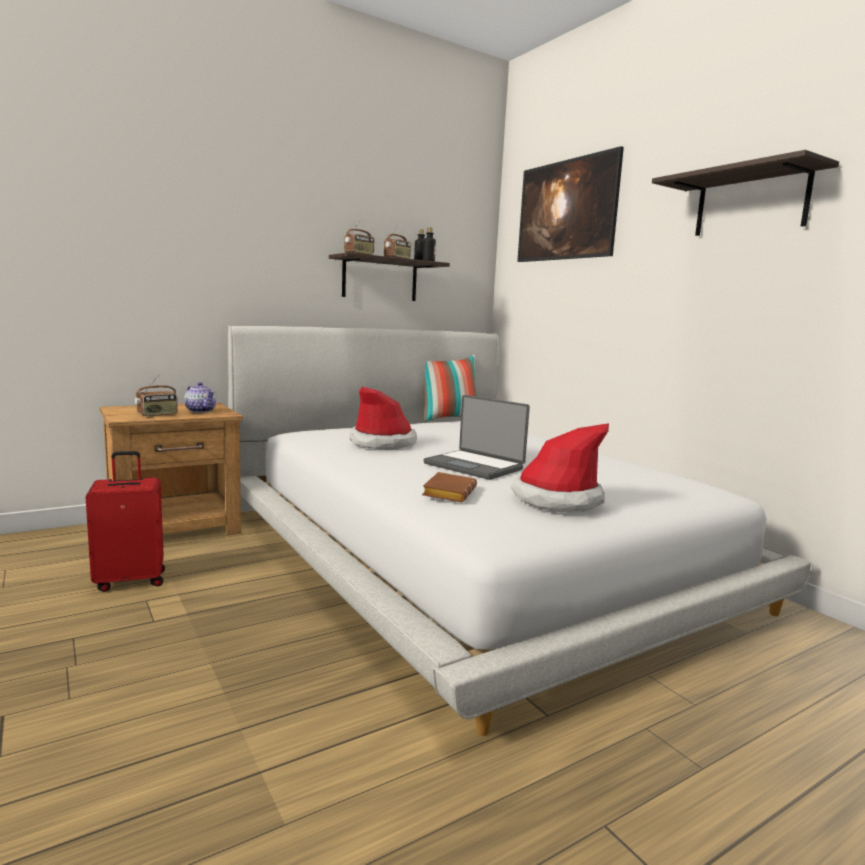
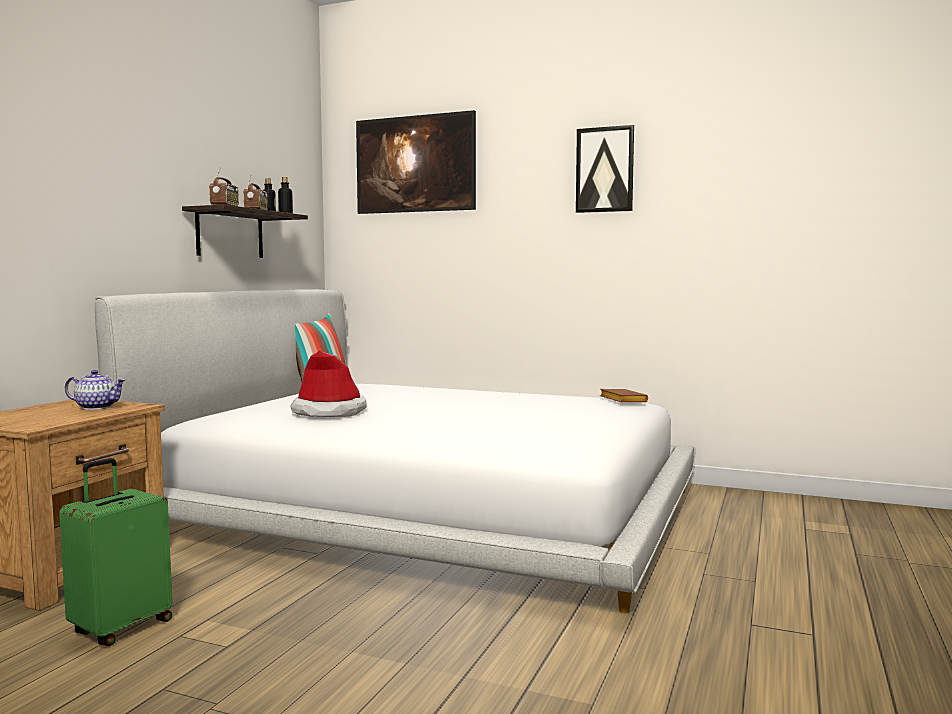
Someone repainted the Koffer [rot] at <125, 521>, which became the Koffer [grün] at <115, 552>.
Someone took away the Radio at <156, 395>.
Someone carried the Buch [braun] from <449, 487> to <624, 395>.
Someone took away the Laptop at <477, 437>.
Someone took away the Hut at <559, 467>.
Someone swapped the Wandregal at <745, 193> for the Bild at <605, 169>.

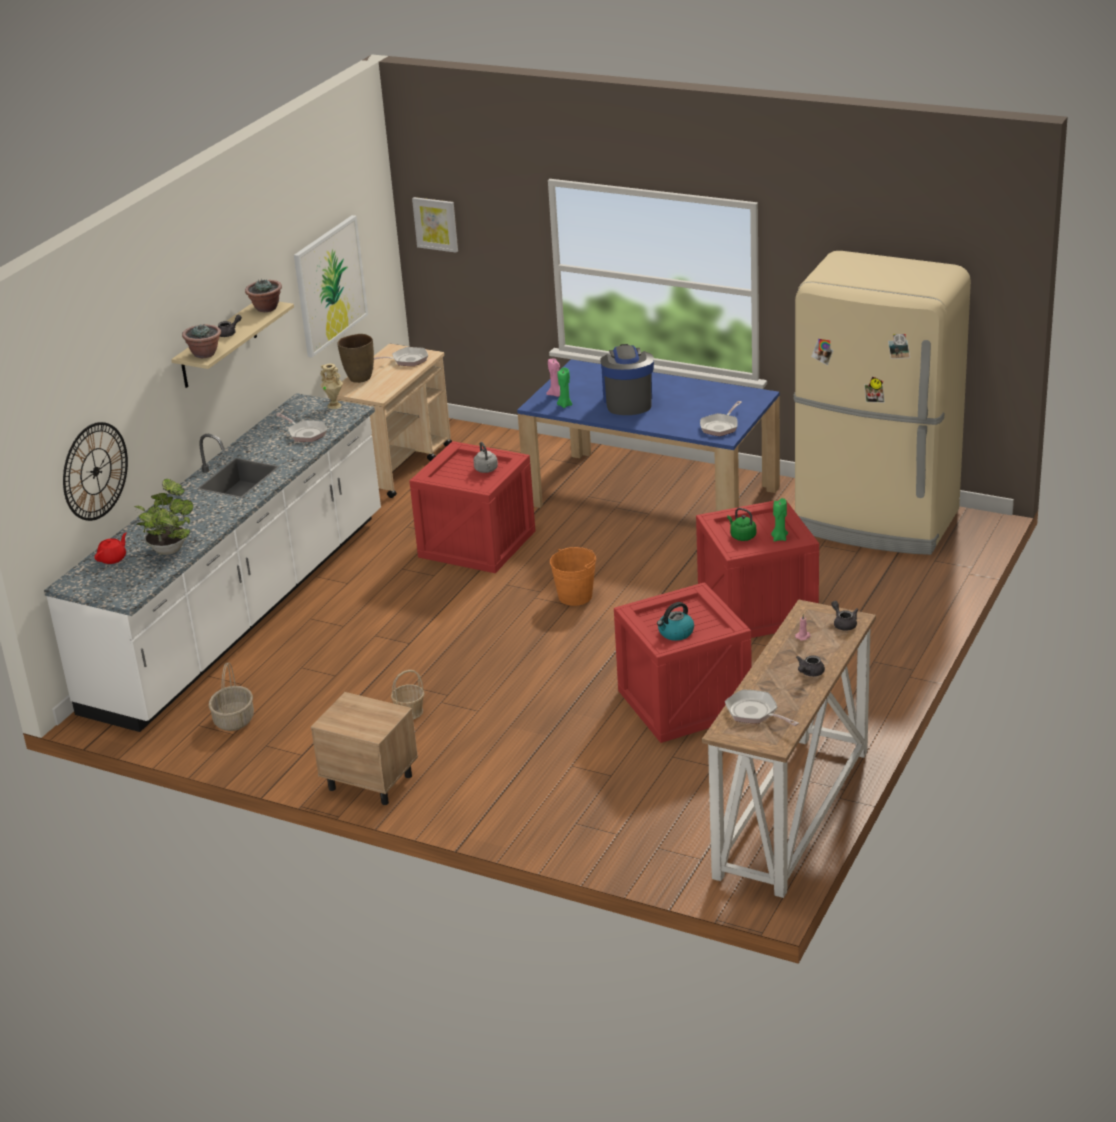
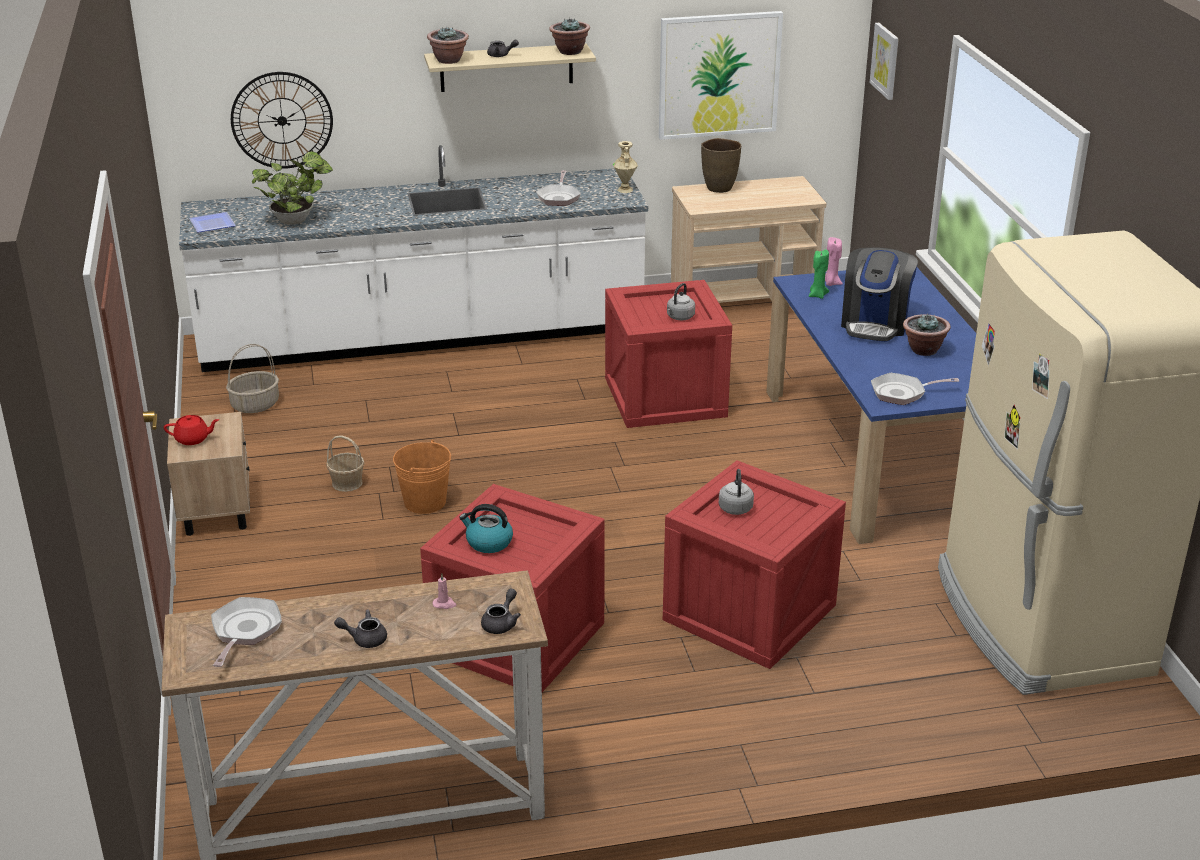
Someone carried the Teekanne [rot] from <110, 548> to <191, 430>.
Someone took away the Pfanne at <401, 356>.
Someone carried the Eimer [orange] from <573, 576> to <422, 477>.
Someone rotated the Kaffeemaschine at <627, 379> by 150 degrees clockwise.
Someone repainted the Wasserkessel [grün] at <741, 524>, which became the Wasserkessel [grau] at <736, 492>.
Someone took away the Kerze [grün] at <779, 520>.
Someone put down the Teller at <212, 222>.
Someone put down the Topfpflanze at <927, 334>.

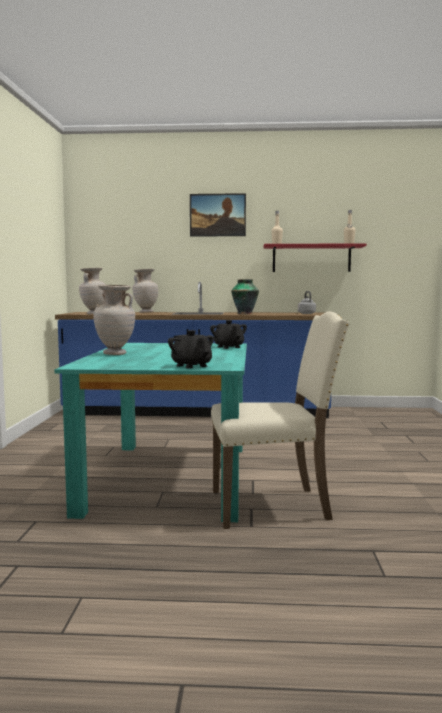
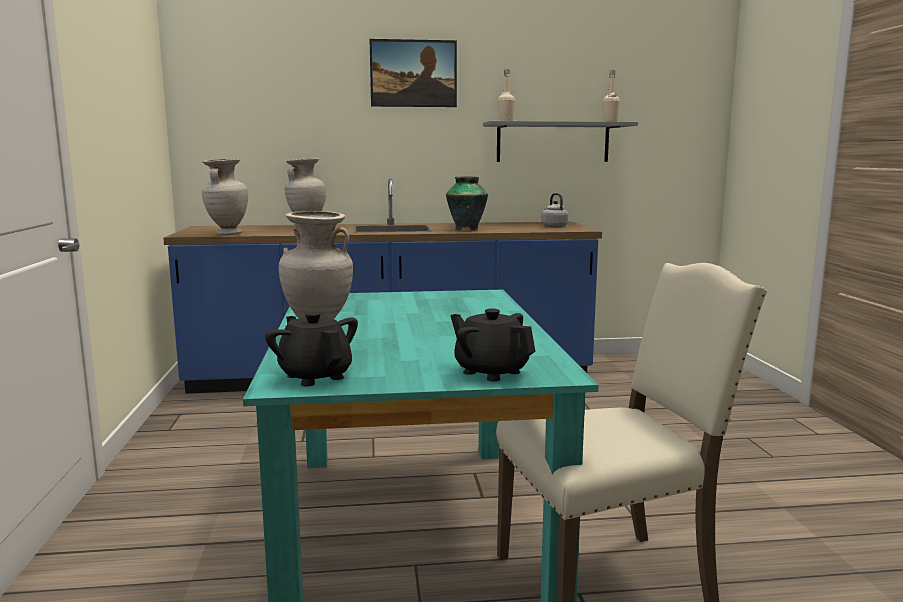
Someone carried the Teekanne [schwarz] from <228, 334> to <311, 349>.
Someone repainted the Wandregal [rot] at <314, 257>, which became the Wandregal [grau] at <560, 141>.

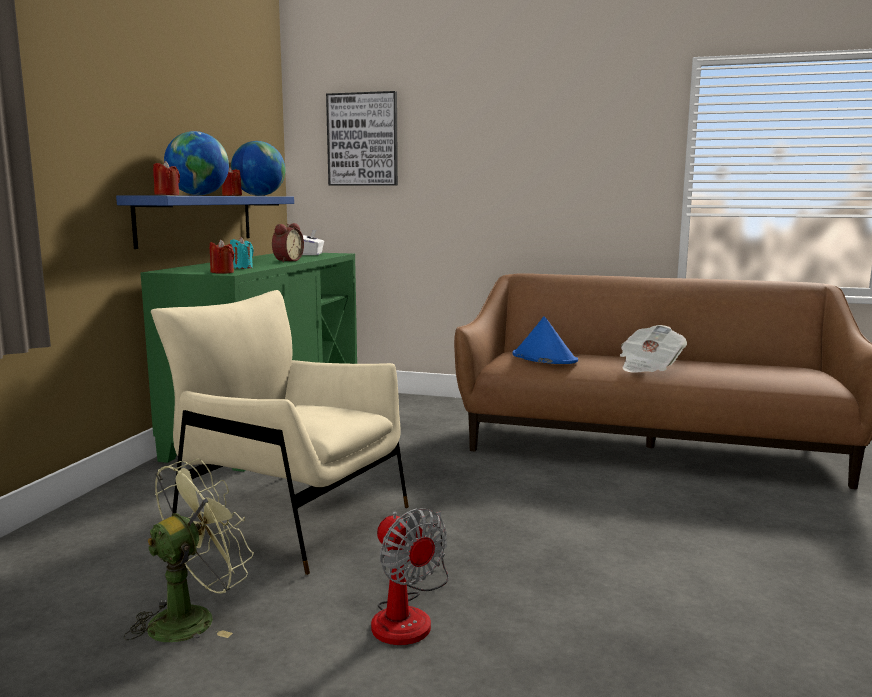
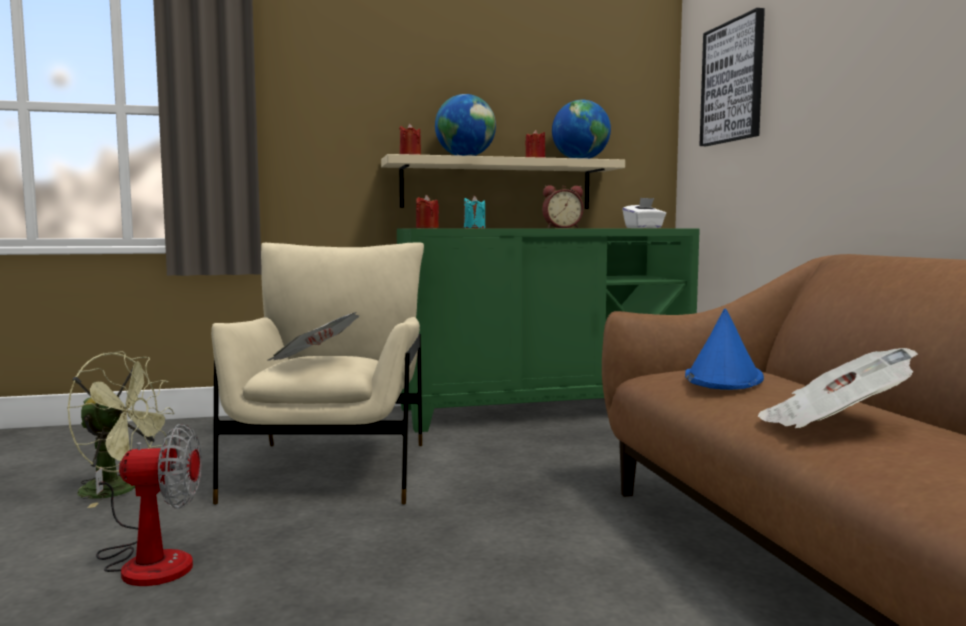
Someone repainted the Wandregal [blau] at <205, 222>, which became the Wandregal [beige] at <503, 181>.
Someone rotated the Ventilator at <410, 577> by 120 degrees counterclockwise.
Someone put down the Zeitung at <313, 336>.

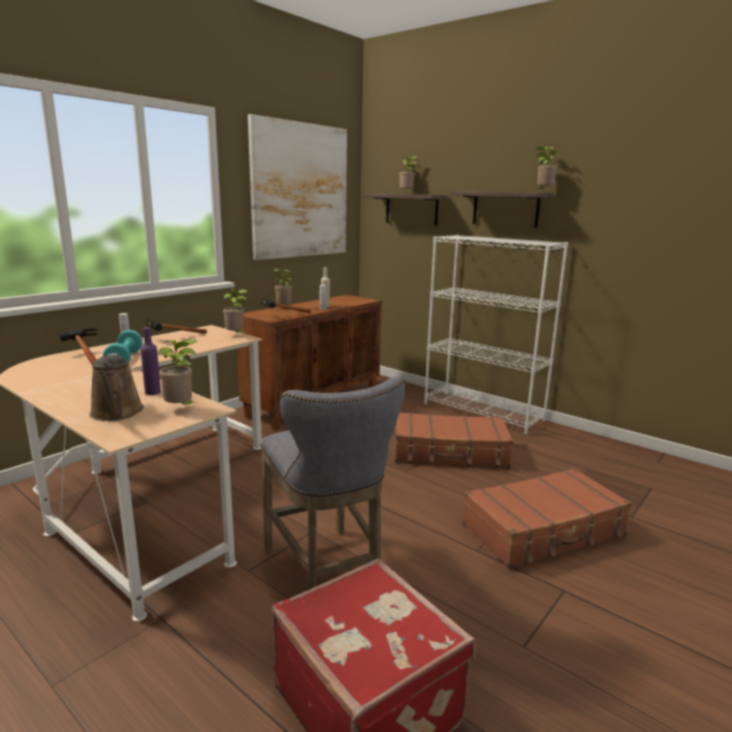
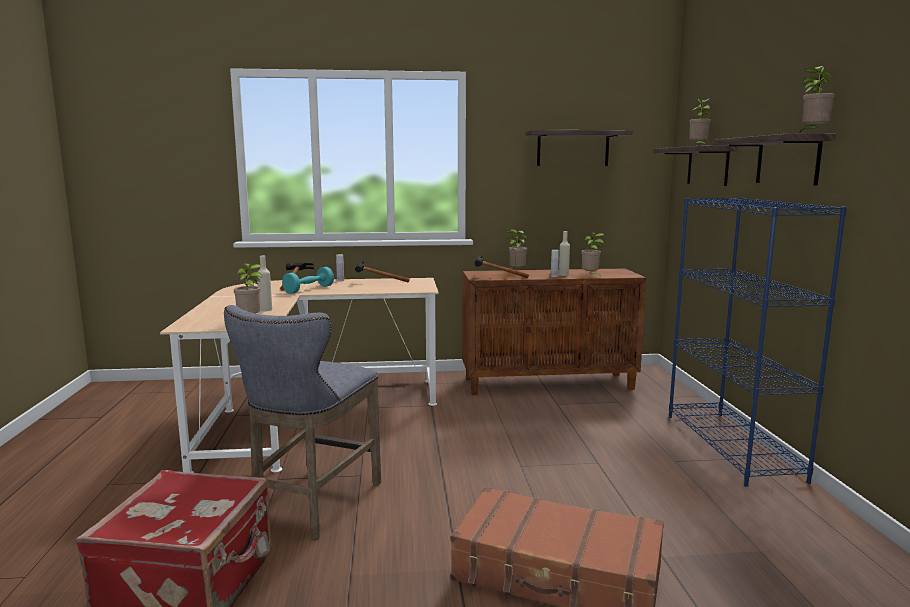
Someone took away the Gießkanne [braun] at <116, 387>.
Someone repainted the Flasche [lila] at <150, 361>, which became the Flasche [beige] at <264, 283>.
Someone carried the Topfpflanze from <235, 311> to <592, 253>.
Someone swapped the Bild at <297, 187> for the Wandregal at <579, 148>.
Someone took away the Koffer [braun] at <454, 440>.
Someone repainted the Bücherregal [weiß] at <496, 335>, which became the Bücherregal [blau] at <758, 342>.

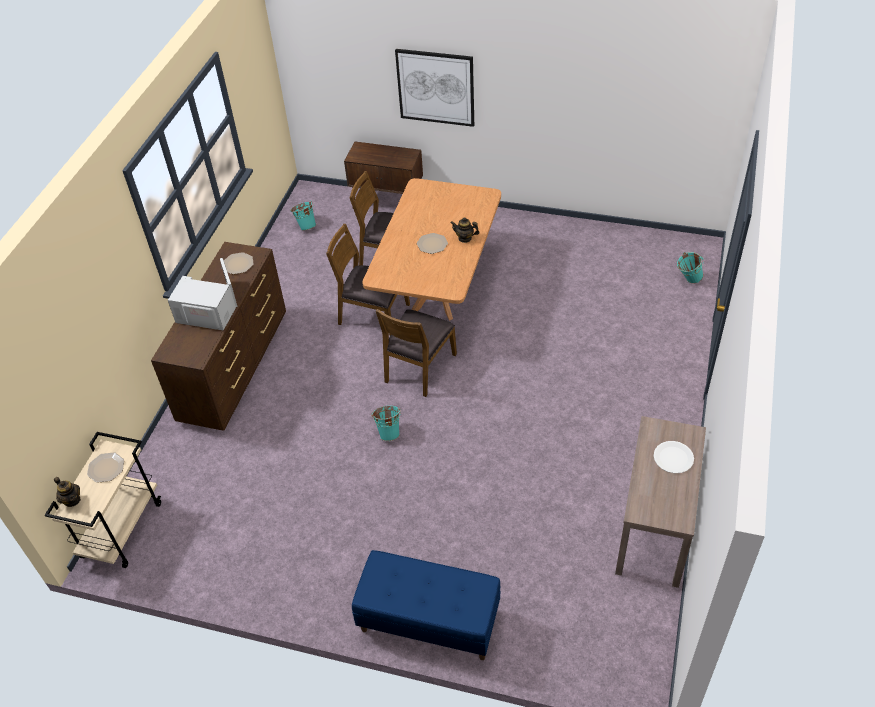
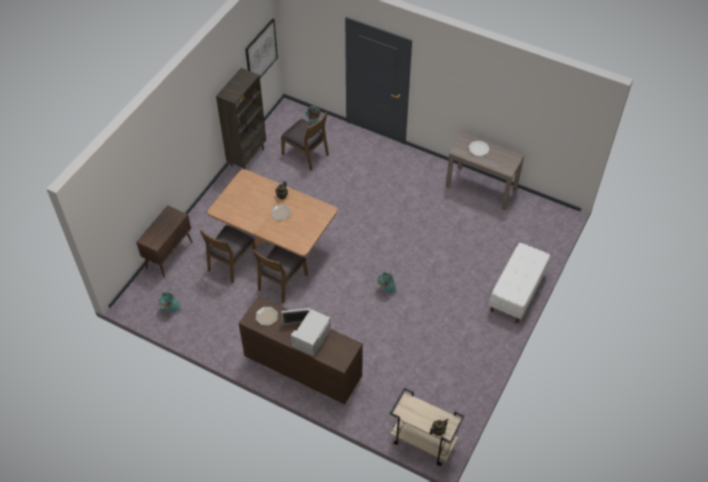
Someone took away the Teller at <105, 467>.
Someone repainted the Bank [blau] at <426, 605>, which became the Bank [weiß] at <519, 283>.
Someone carried the Stuhl [braun] from <416, 353> to <305, 141>.
Someone carried the Bild from <434, 88> to <261, 48>.
Someone put down the Bücherregal [braun] at <241, 118>.

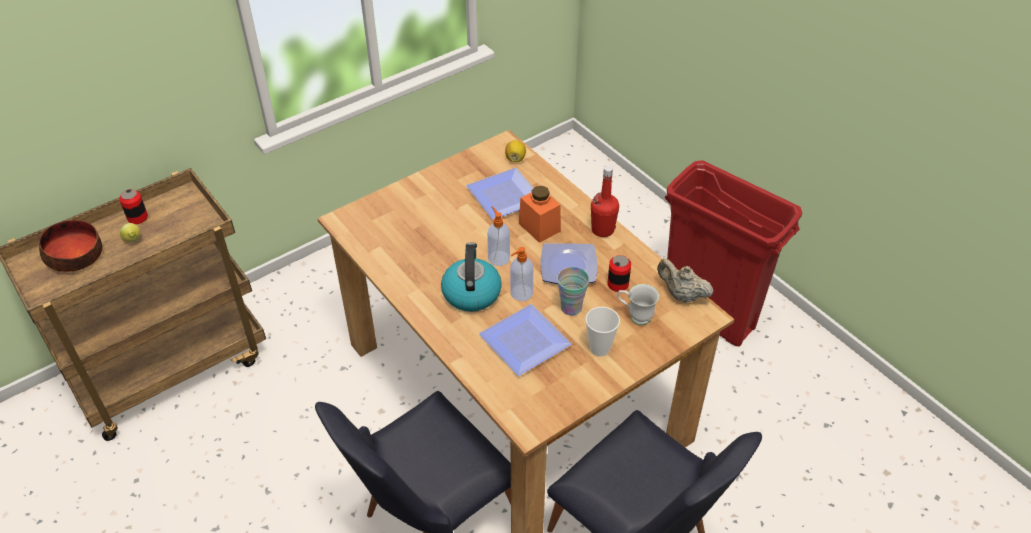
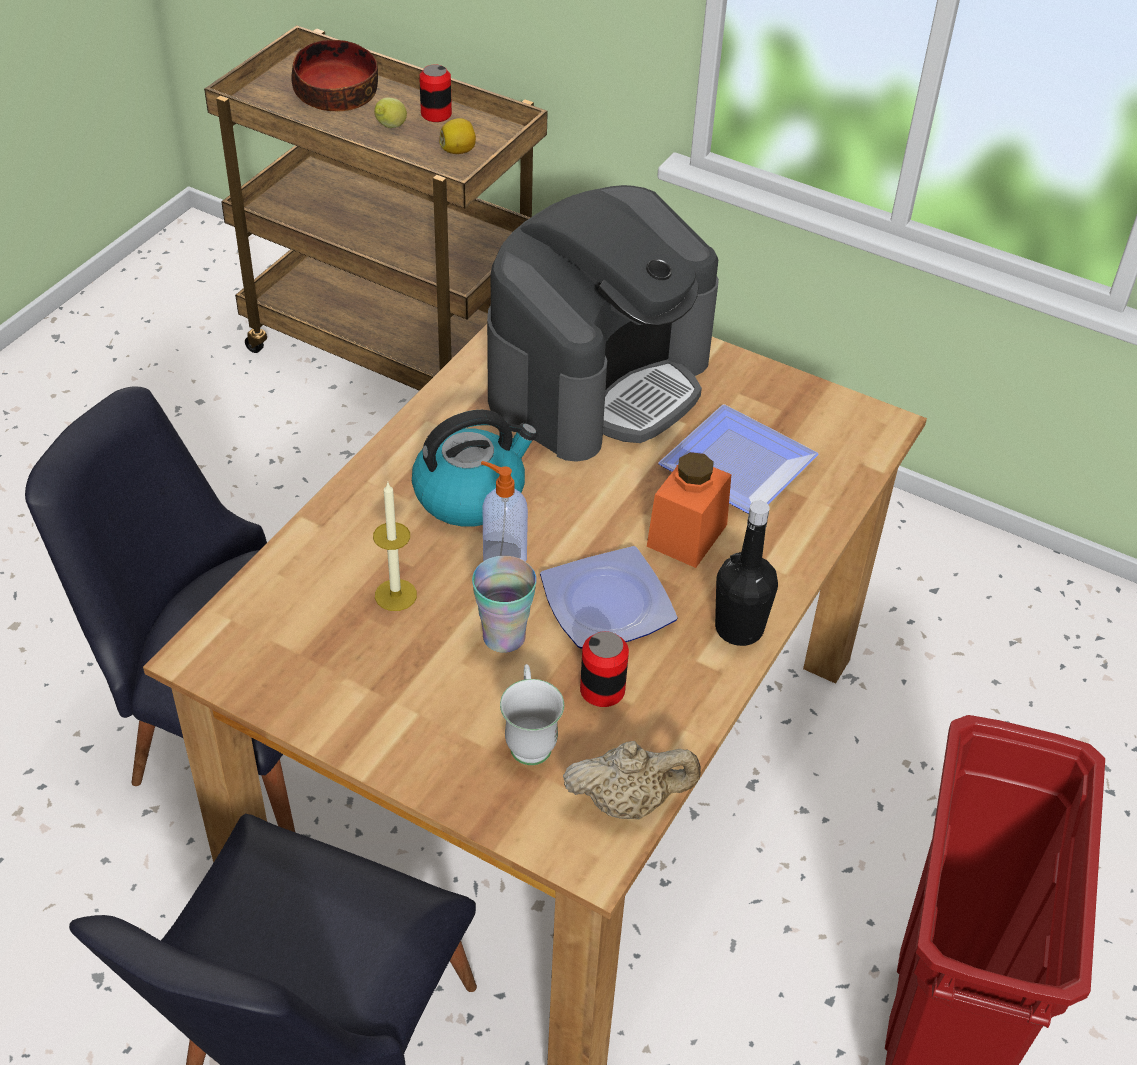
Someone swapped the Teller at <525, 340> for the Kerze at <395, 547>.
Someone took away the Seifenspender at <498, 236>.
Someone carried the Zitrone from <515, 151> to <457, 136>.
Someone took away the Tasse at <602, 331>.
Someone repainted the Flasche [rot] at <605, 201>, which became the Flasche [schwarz] at <746, 573>.
Someone rotated the Teekanne [beige] at <685, 281> by 75 degrees clockwise.
Someone put down the Kaffeemaschine at <603, 323>.

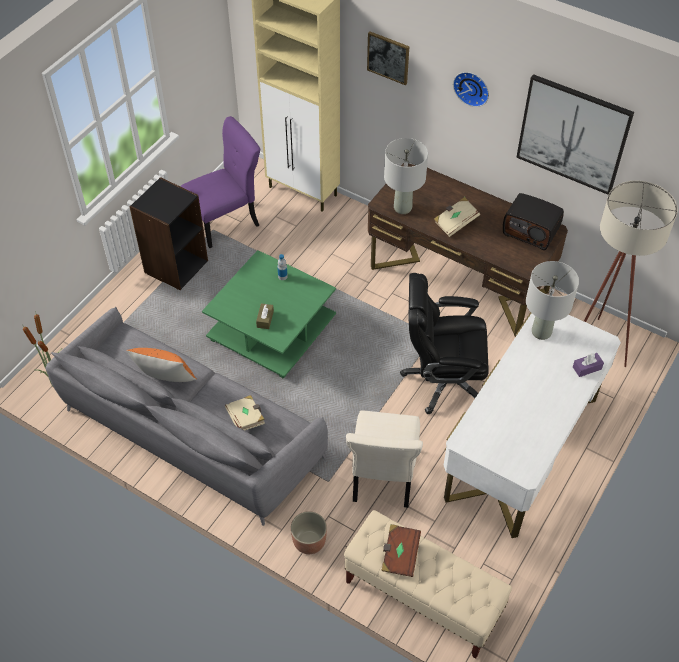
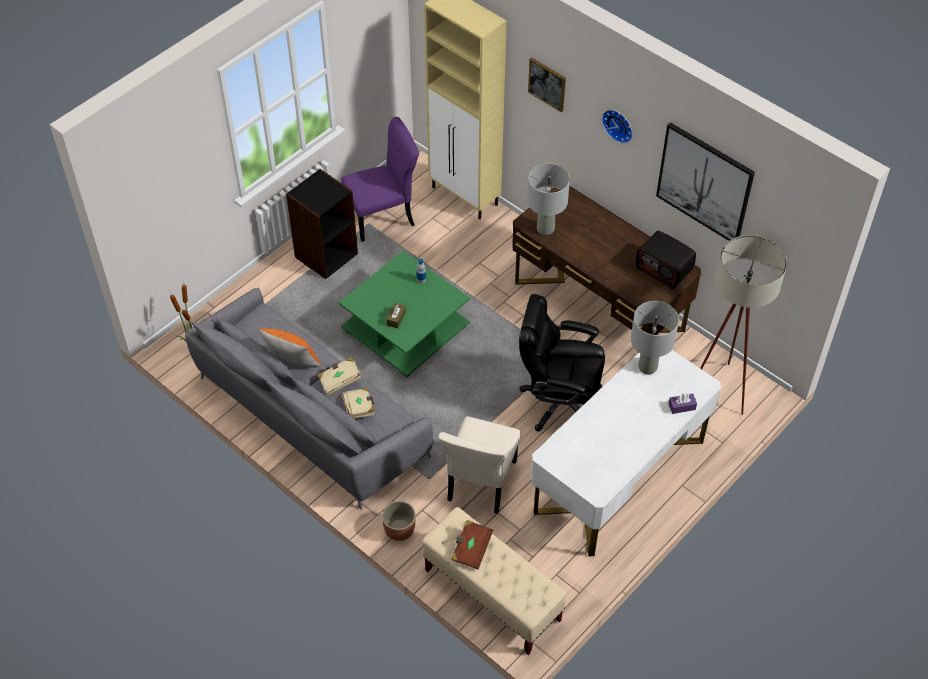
Someone carried the Buch [beige] from <457, 217> to <340, 376>.

